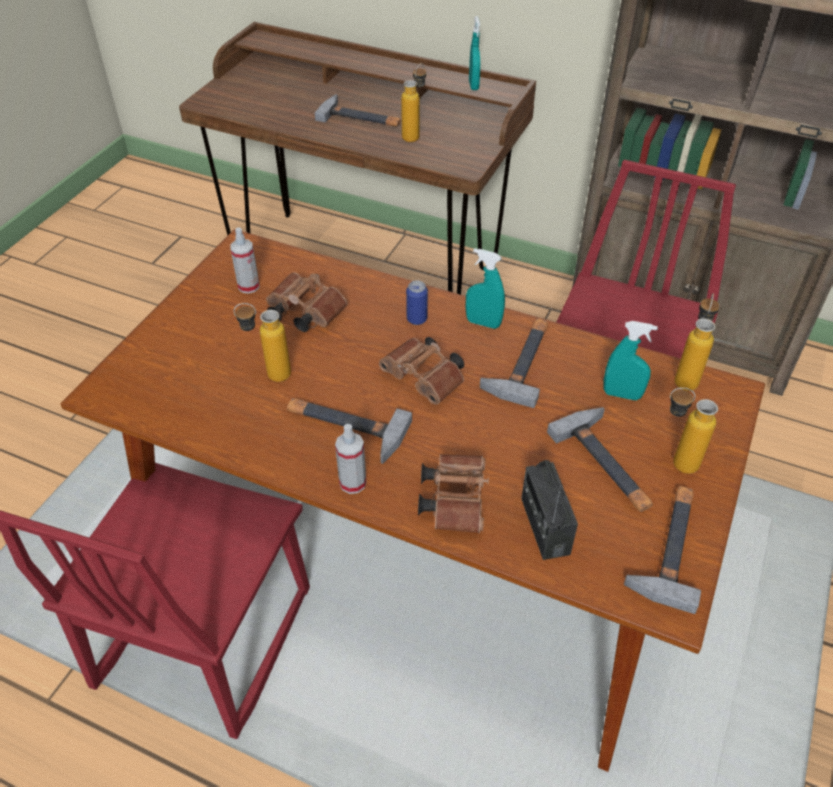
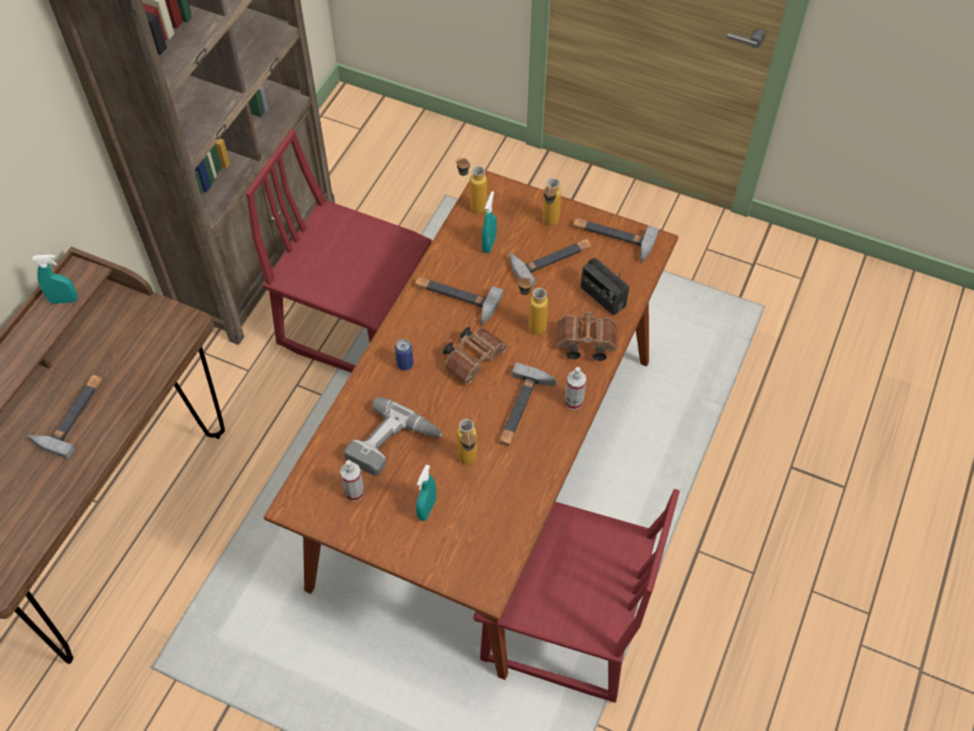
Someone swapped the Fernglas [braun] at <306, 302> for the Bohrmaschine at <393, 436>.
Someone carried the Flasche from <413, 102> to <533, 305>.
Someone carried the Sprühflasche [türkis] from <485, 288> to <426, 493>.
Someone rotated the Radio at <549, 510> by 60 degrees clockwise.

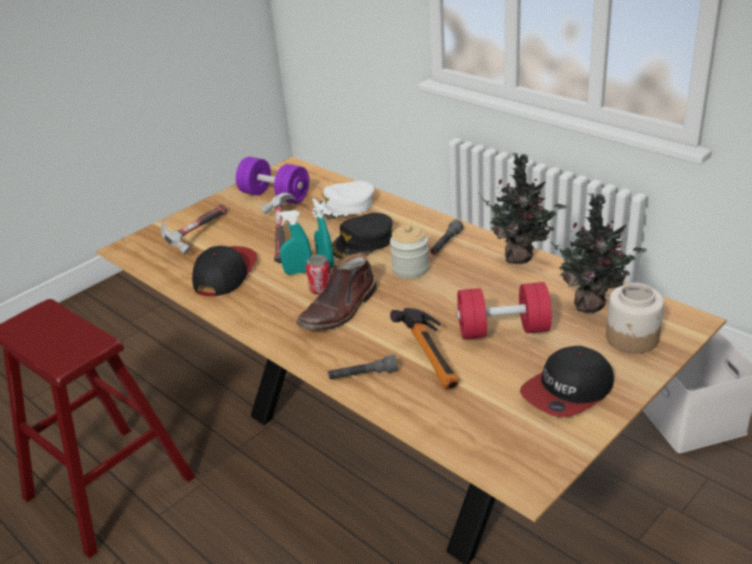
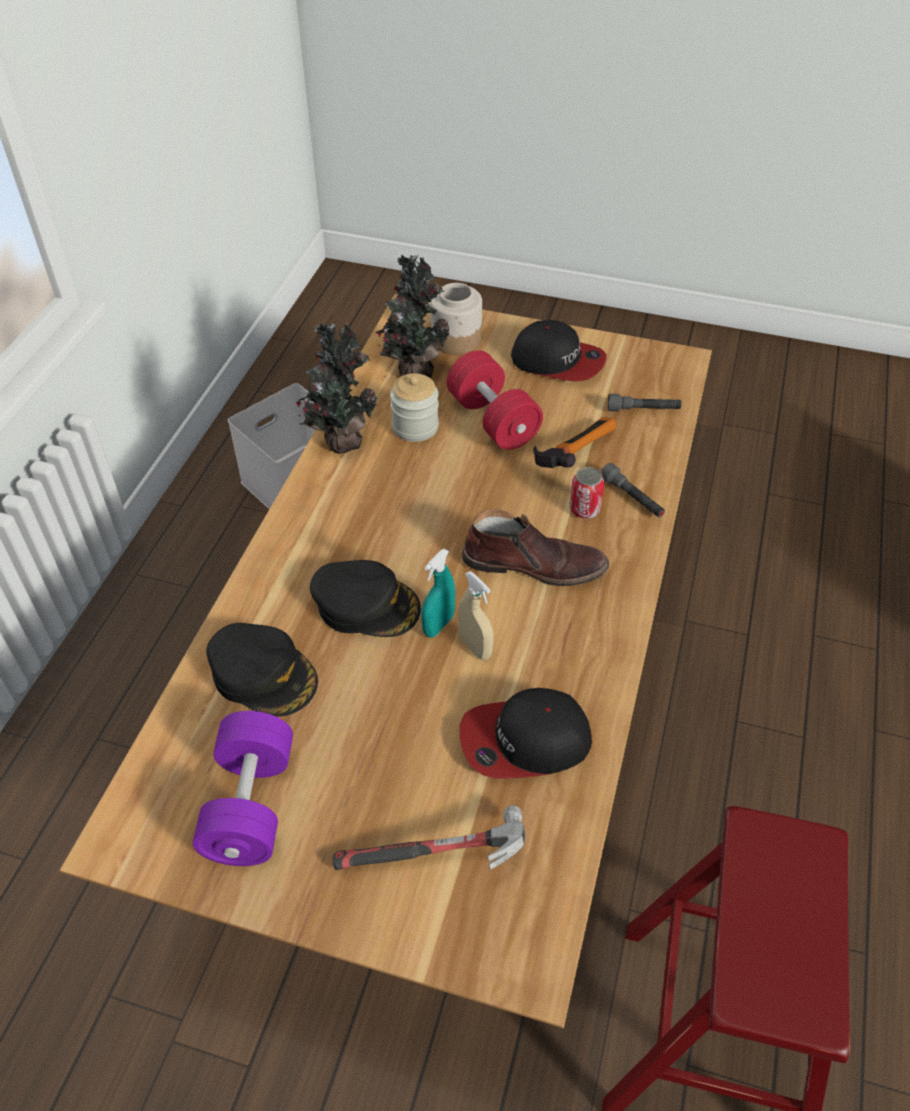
Someone took away the Hammer at <279, 228>.
Someone repainted the Sprühflasche [türkis] at <294, 242>, which became the Sprühflasche [beige] at <476, 615>.
Someone carried the Dose from <318, 275> to <587, 493>.
Someone repainted the Kappe [weiß] at <343, 200>, which became the Kappe [schwarz] at <262, 670>.
Someone carried the Vorratsglas from <409, 251> to <414, 407>.
Someone carried the Taschenlampe [grau] from <447, 237> to <645, 403>.

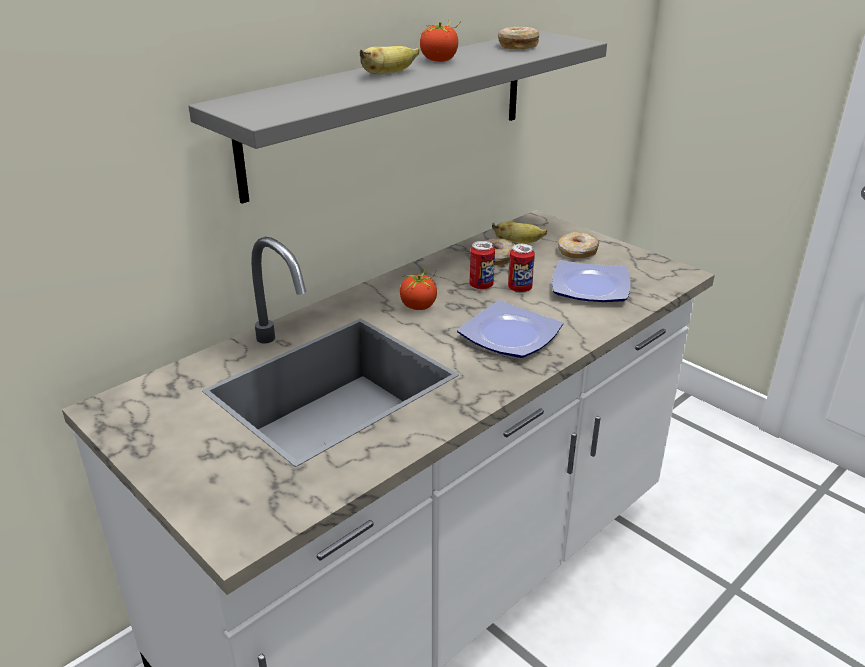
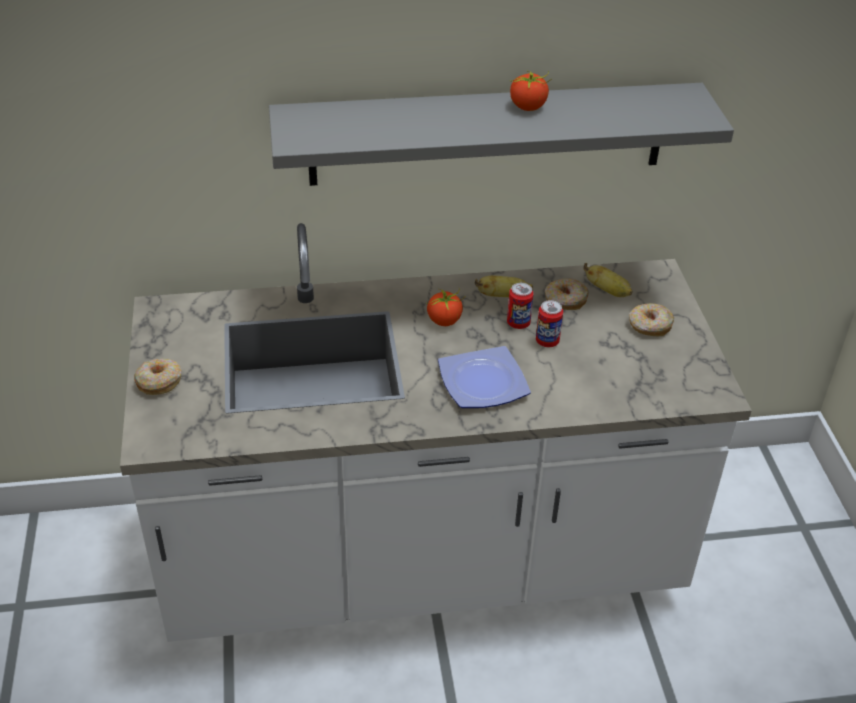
Someone carried the Banane from <389, 60> to <504, 286>.
Someone carried the Donut from <518, 38> to <157, 377>.
Someone took away the Teller at <591, 281>.

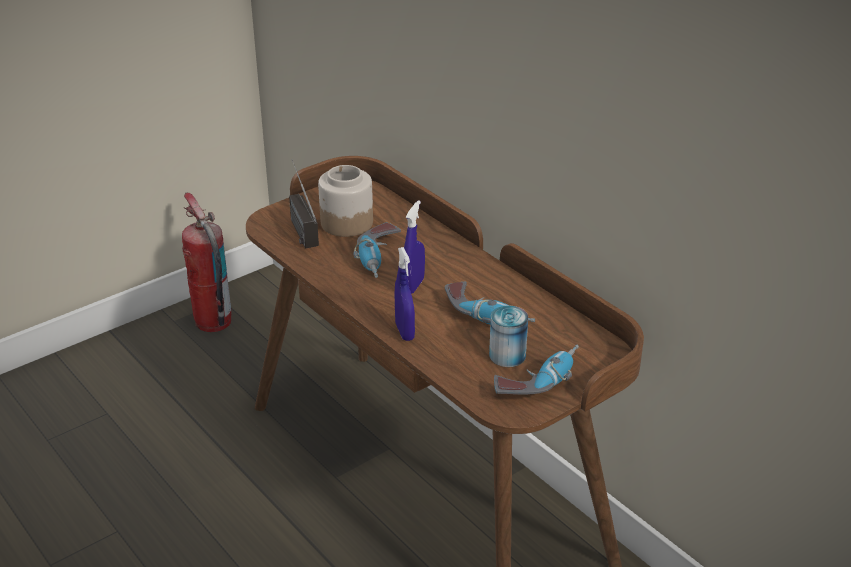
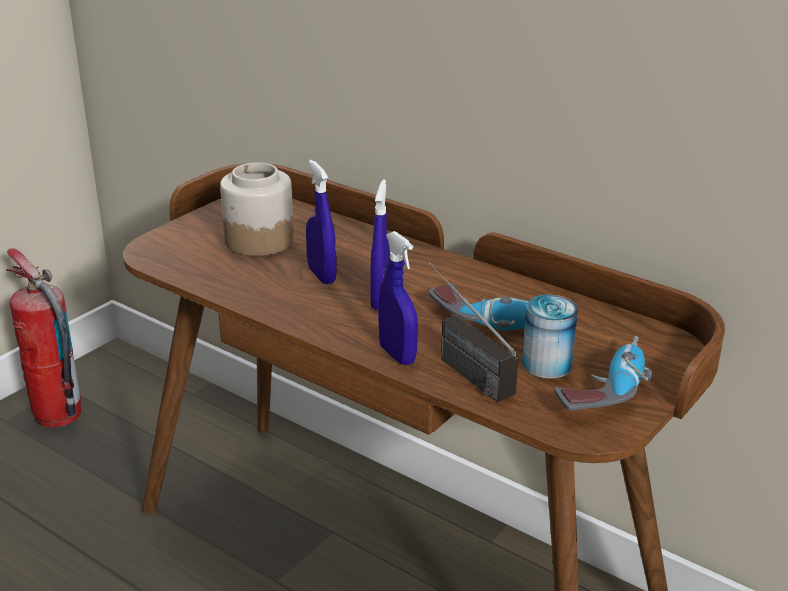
Someone carried the Radio from <304, 203> to <474, 332>.
Someone swapped the Bohrmaschine at <377, 250> for the Sprühflasche [blau] at <321, 222>.

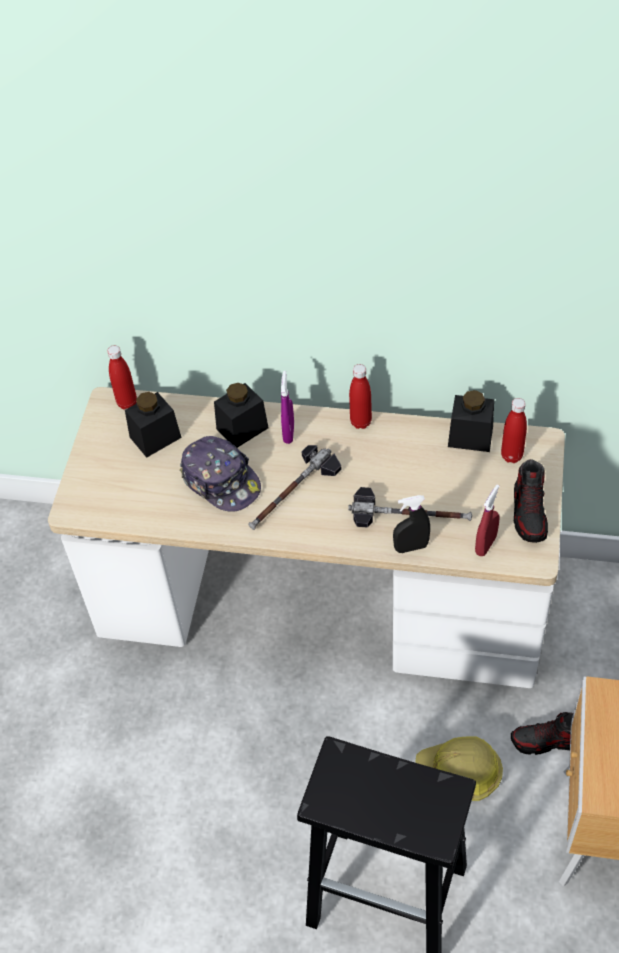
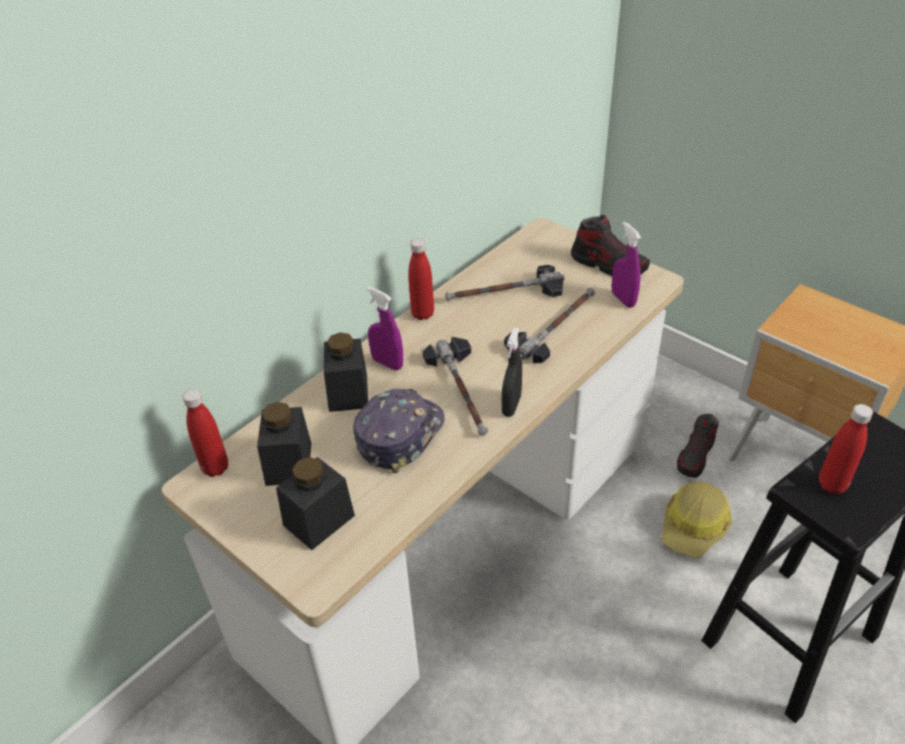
Someone rotated the Kappe at <220, 474> by 45 degrees counterclockwise.
Someone carried the Sprühflasche [schwarz] from <411, 524> to <512, 372>.
Someone carried the Vorratsglas [schwarz] from <471, 421> to <315, 503>.
Someone repainted the Sprühflasche [rot] at <487, 520>, which became the Sprühflasche [lila] at <626, 265>.
Someone carried the Flasche [rot] from <514, 430> to <846, 449>.
Someone put down the Hammer at <505, 283>.

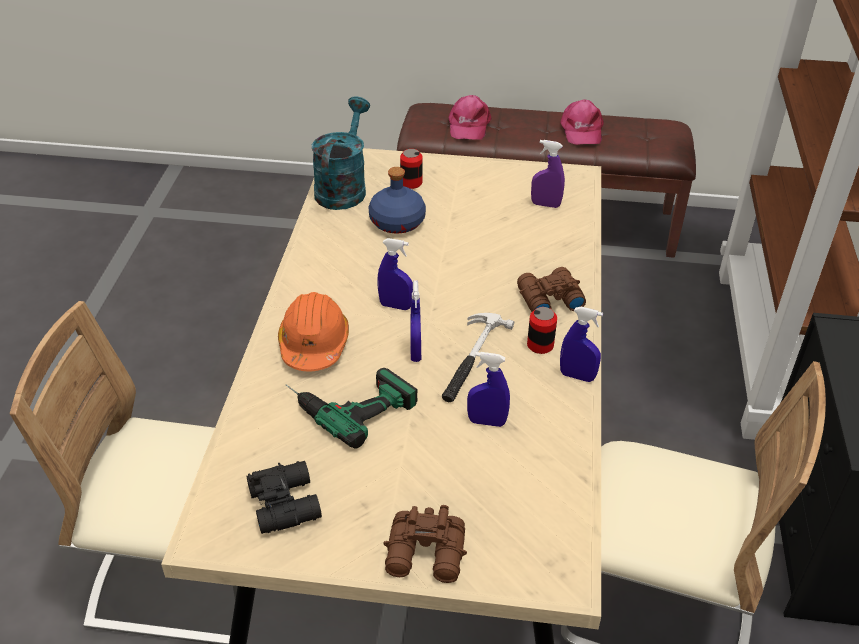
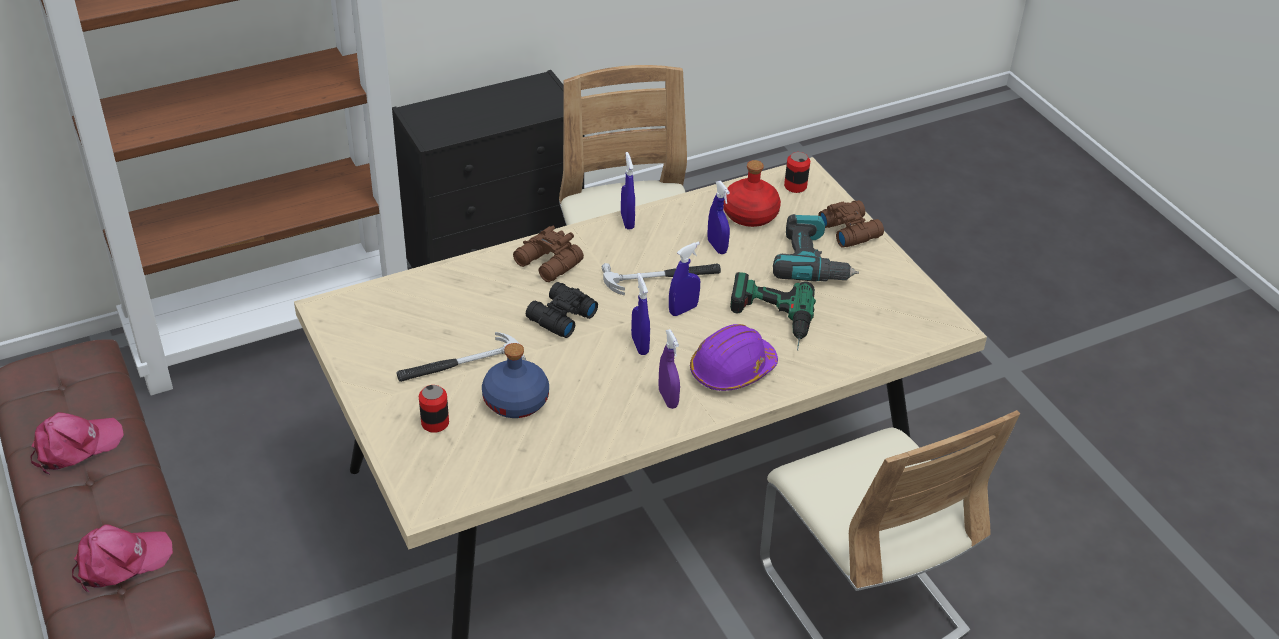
Someone carried the Fernglas [schwarz] from <284, 497> to <562, 310>.
Someone repainted the Schutzhelm [orange] at <313, 331>, which became the Schutzhelm [lila] at <734, 357>.
Someone took away the Gießkanne [türkis] at <341, 153>.
Someone carried the Dose from <542, 330> to <797, 172>.
Someone carried the Sprühflasche [lila] from <548, 174> to <669, 369>.
Someone put down the Hammer at <461, 357>.
Someone put down the Flasche [rot] at <752, 193>.
Someone put down the Bohrmaschine at <816, 248>.

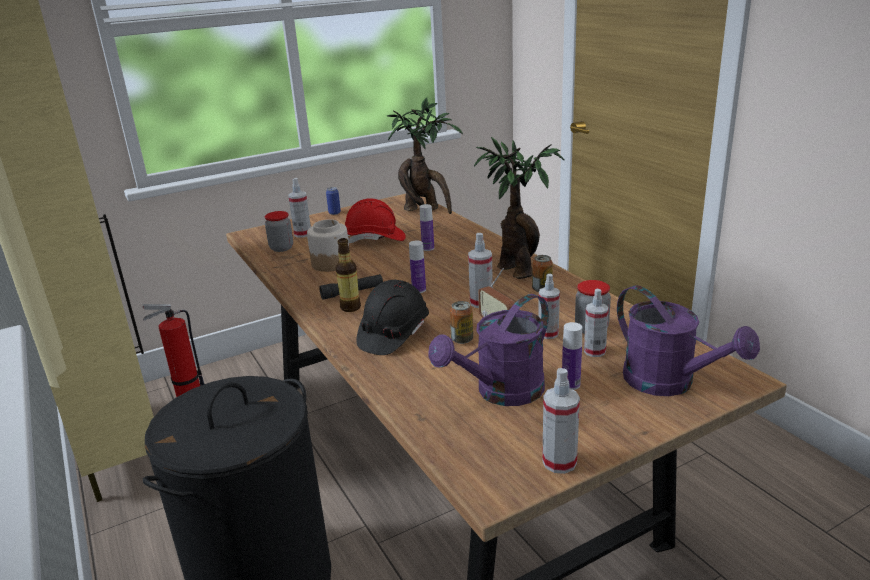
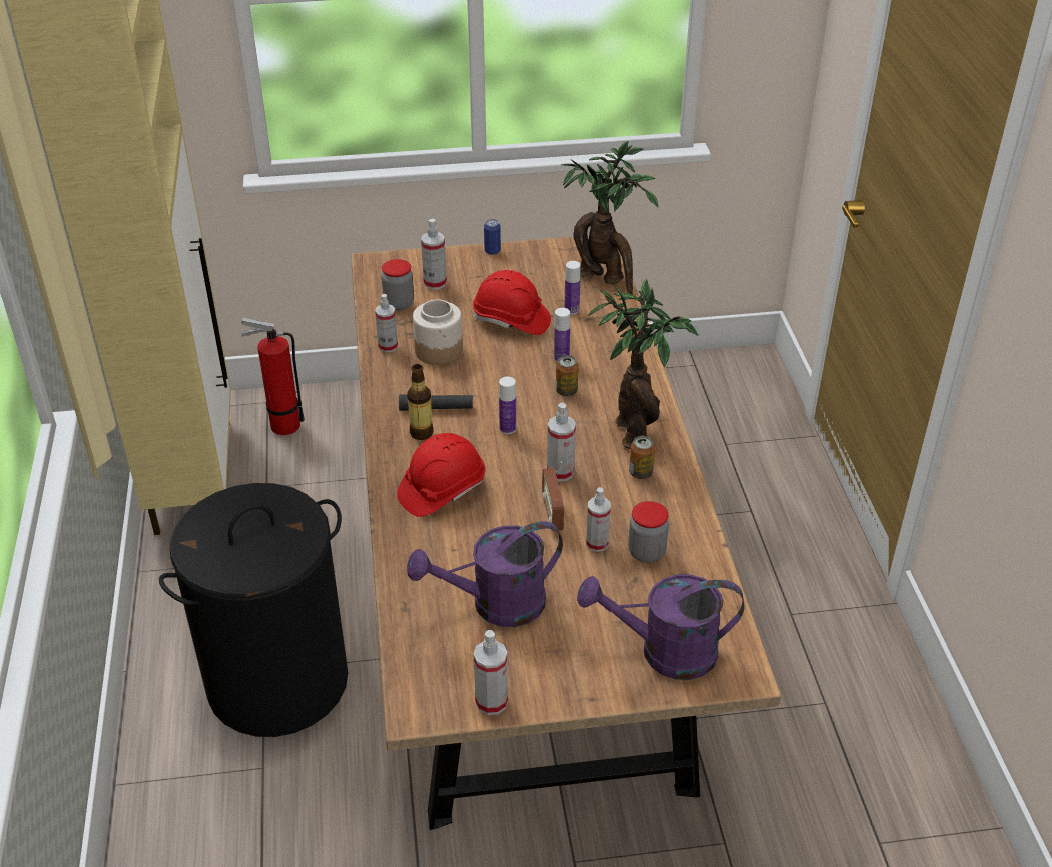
Someone repainted the Schutzhelm [schwarz] at <392, 317>, which became the Schutzhelm [rot] at <441, 475>.
Someone carried the Dose from <461, 322> to <567, 375>.
Someone carried the Flasche from <572, 356> to <572, 288>.
Someone carried the Sprühflasche from <596, 323> to <386, 323>.
Someone rotated the Gießkanne [lila] at <688, 340> by 105 degrees clockwise.

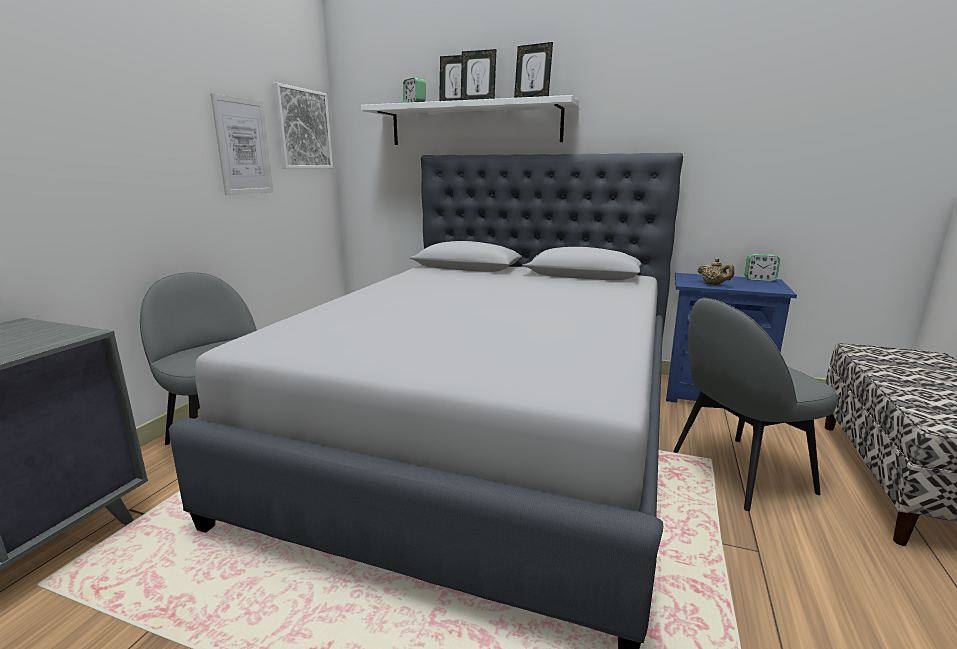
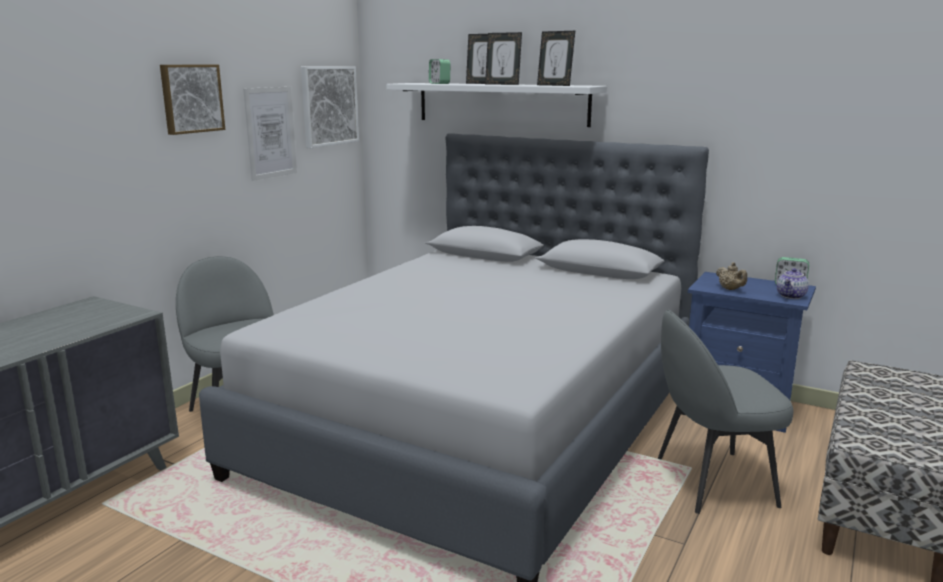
Someone put up the Bild at <192, 100>.
Someone put down the Teekanne at <793, 283>.

